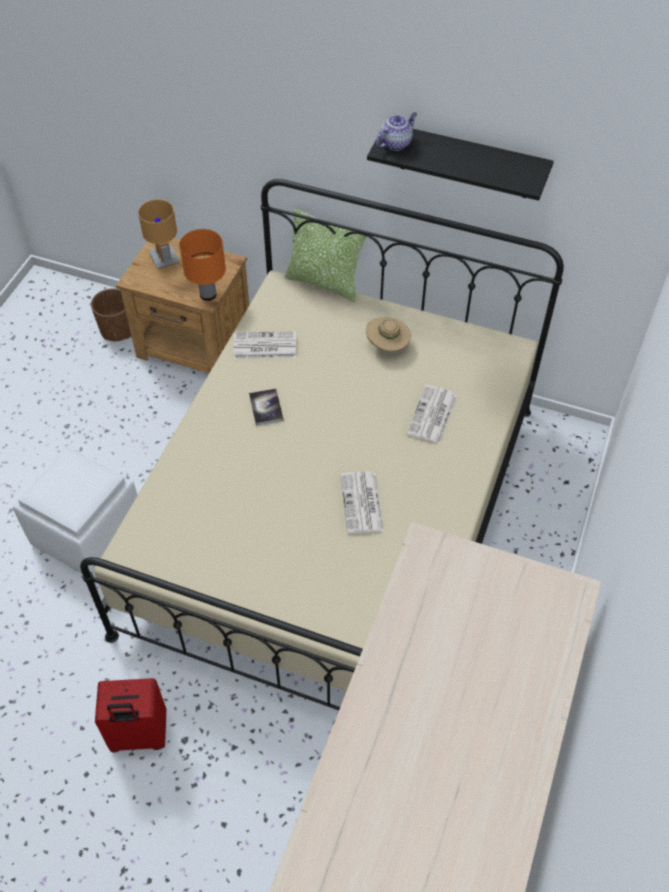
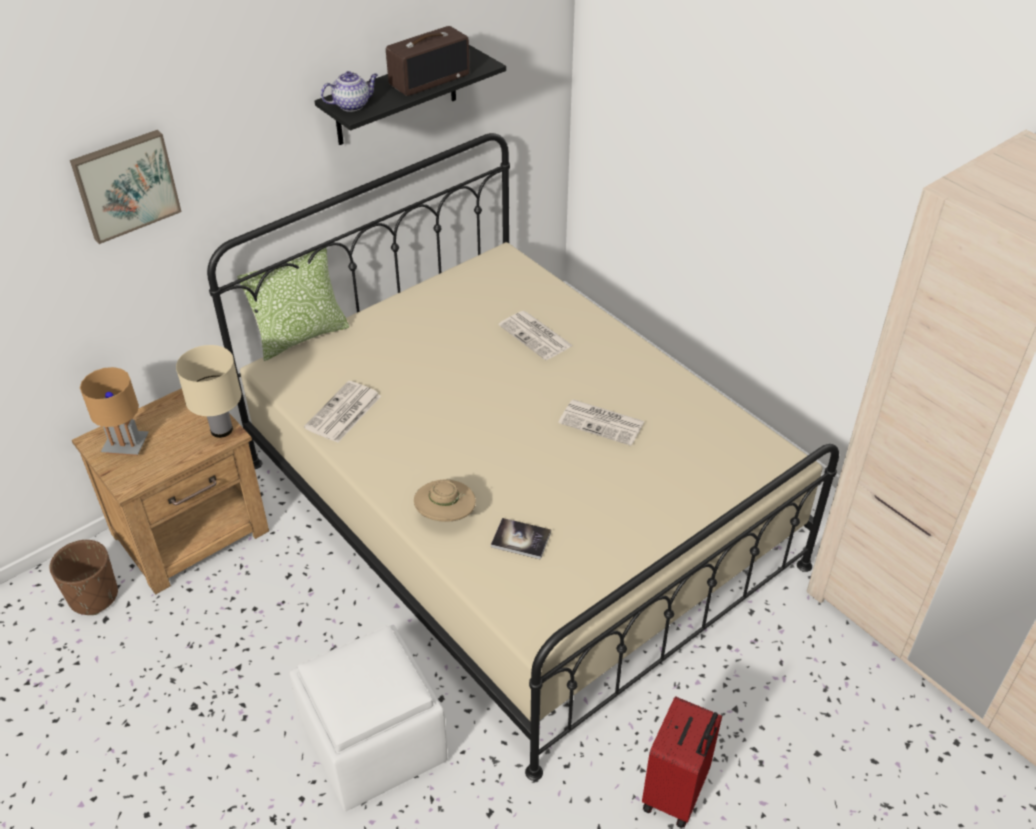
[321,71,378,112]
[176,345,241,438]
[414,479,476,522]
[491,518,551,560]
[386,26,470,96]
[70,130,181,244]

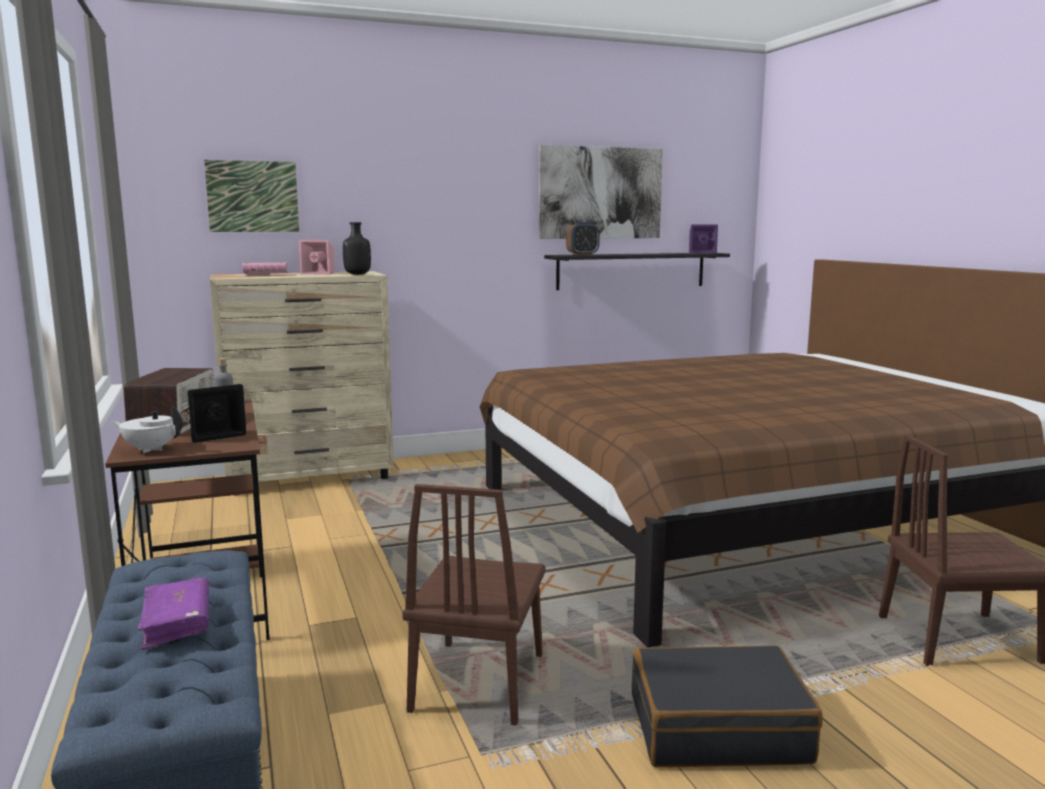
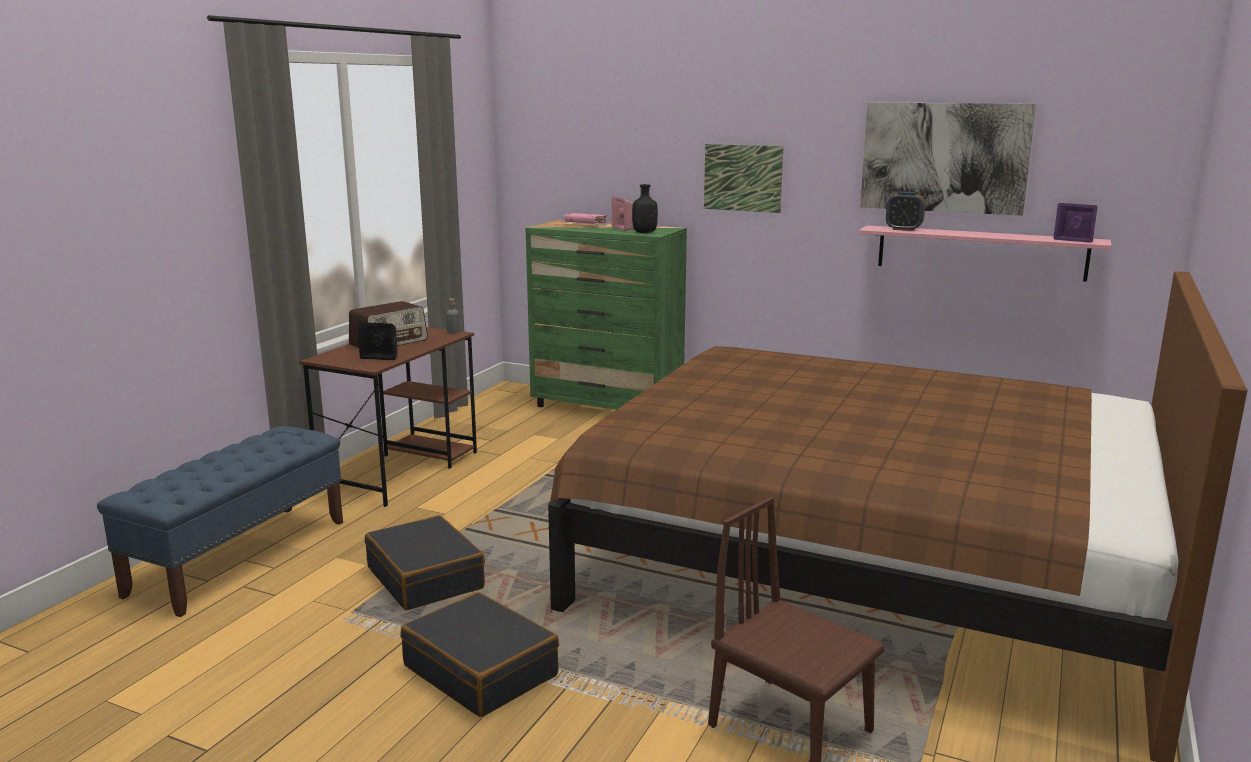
[704,144,784,213]
[859,225,1111,282]
[526,220,687,410]
[112,405,182,453] (first image)
[365,515,485,610]
[138,577,209,650] (first image)

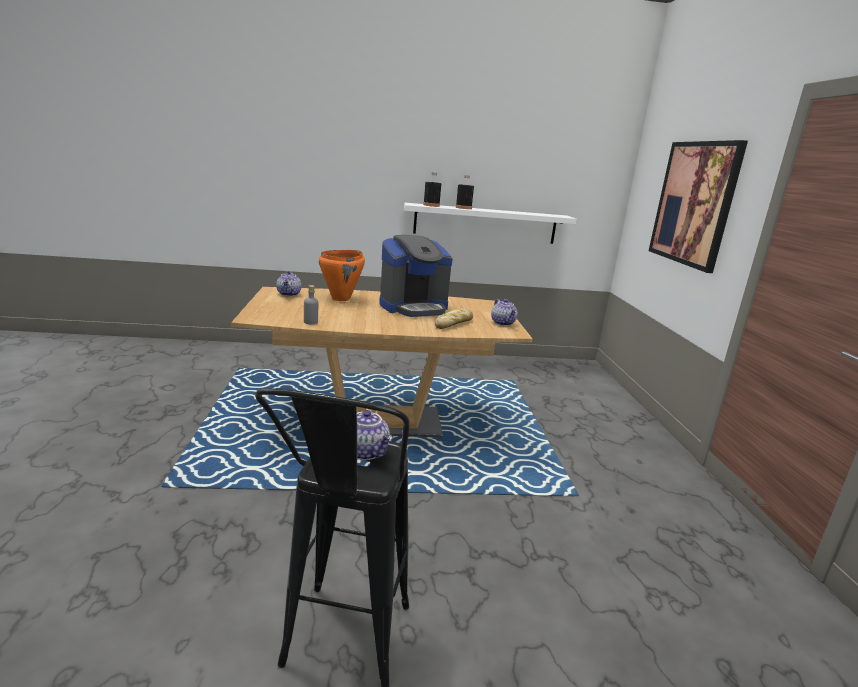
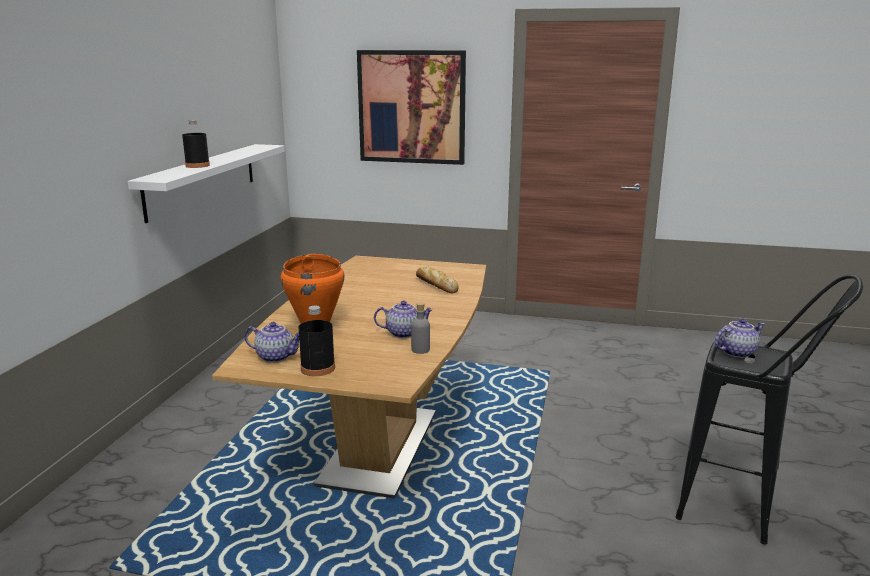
[298,306,335,376]
[379,235,453,317] (first image)
[374,301,433,338]

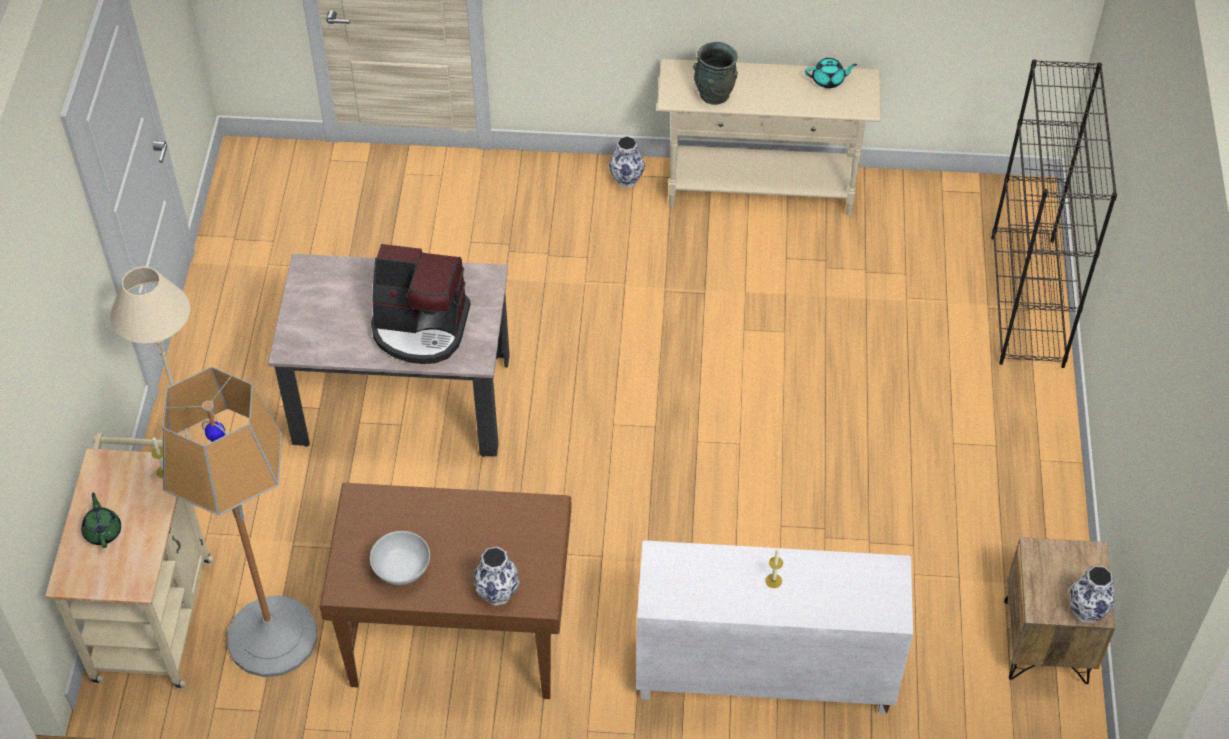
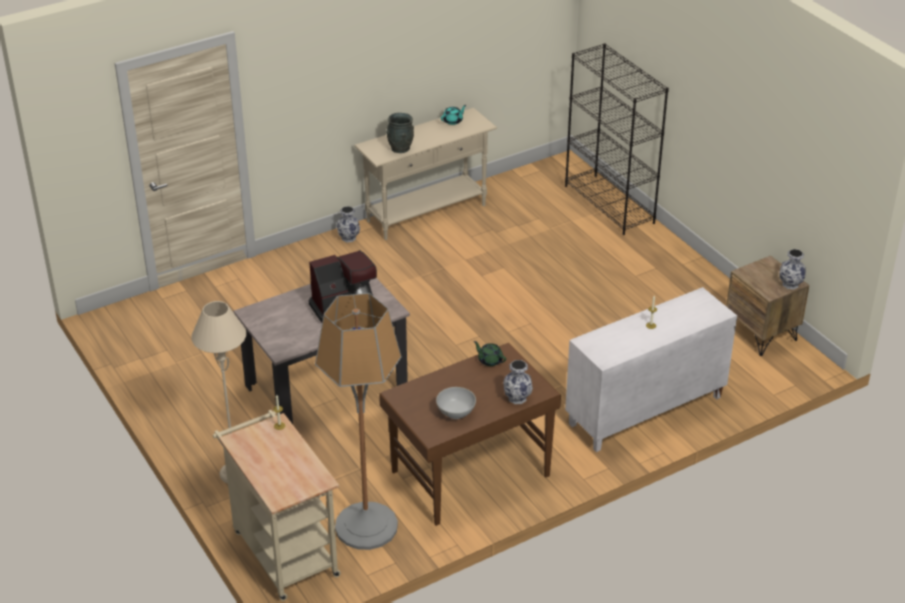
[473,341,506,366]

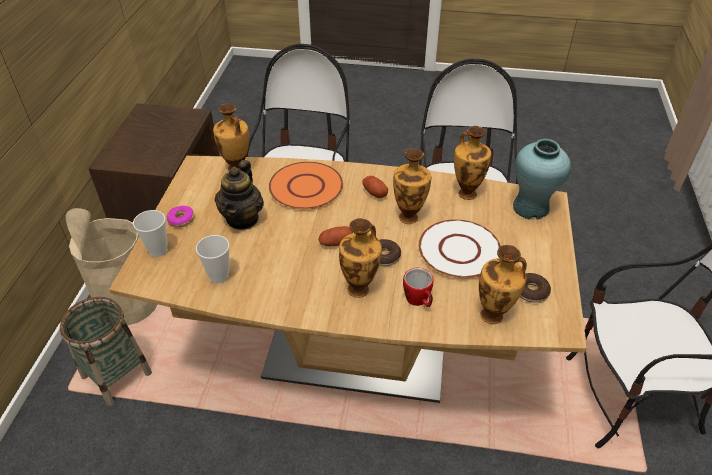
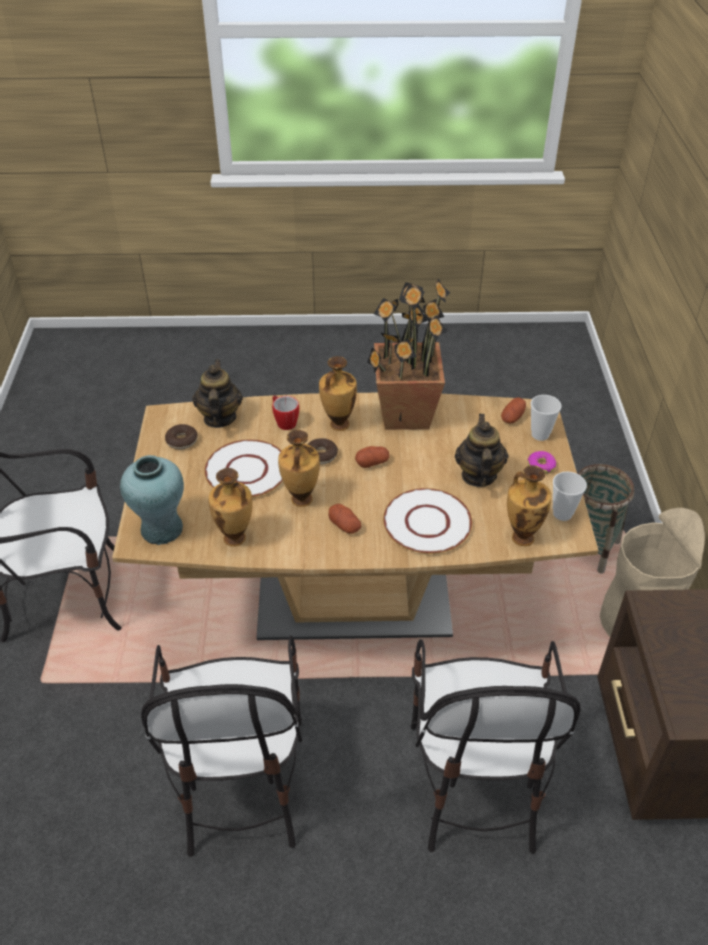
[383,488,472,554]
[553,472,587,521]
[192,360,243,428]
[367,278,450,430]
[501,397,526,424]

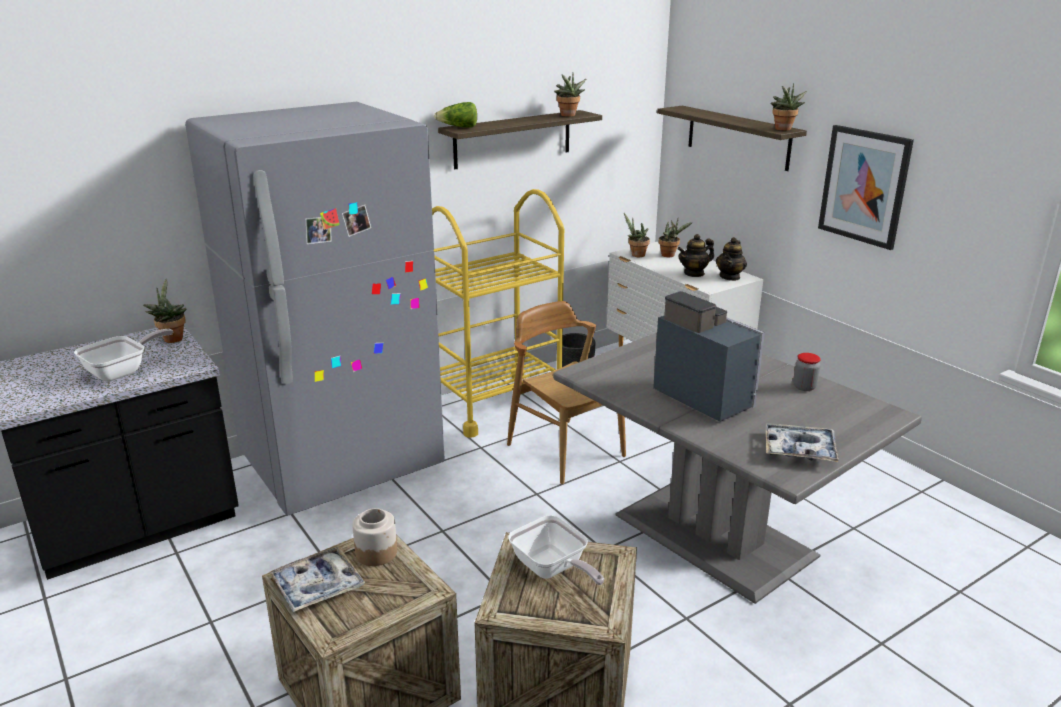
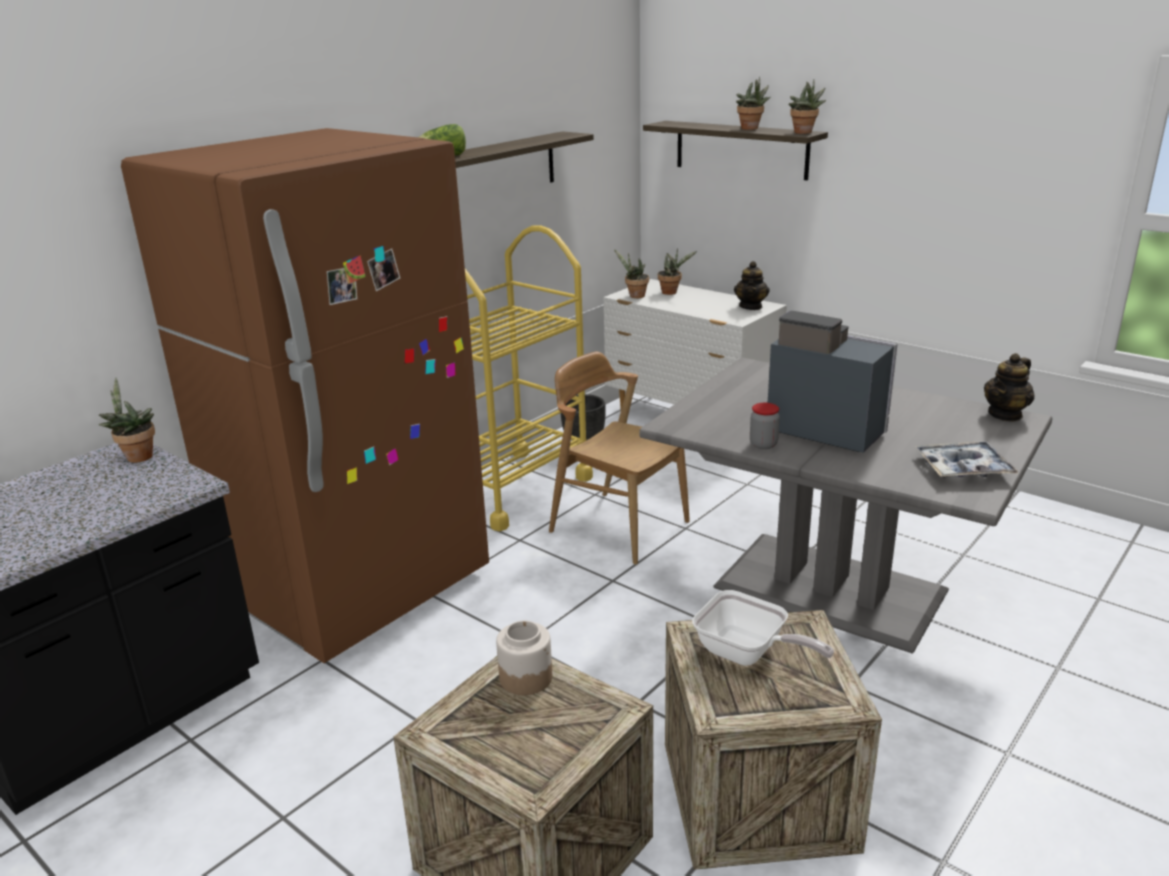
[736,77,771,130]
[121,128,489,663]
[818,125,914,250] (first image)
[984,353,1035,422]
[74,329,173,382] (first image)
[750,403,780,449]
[270,546,365,612] (first image)

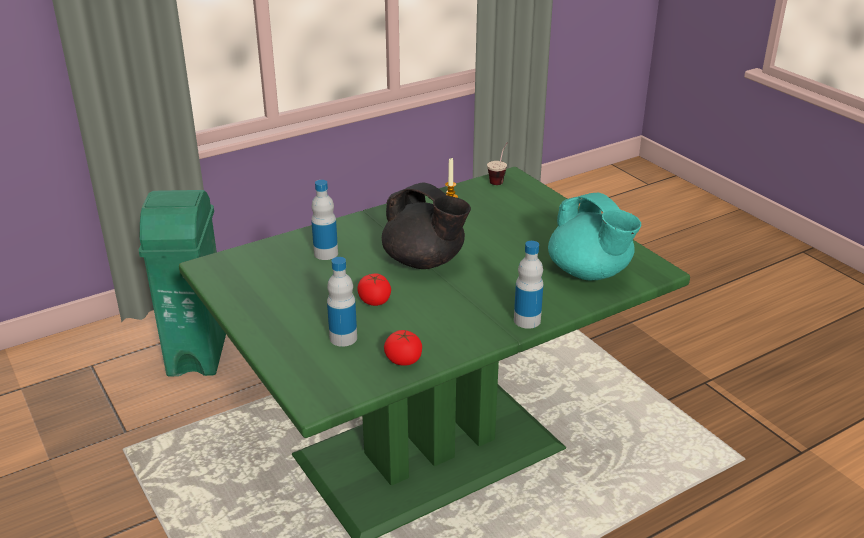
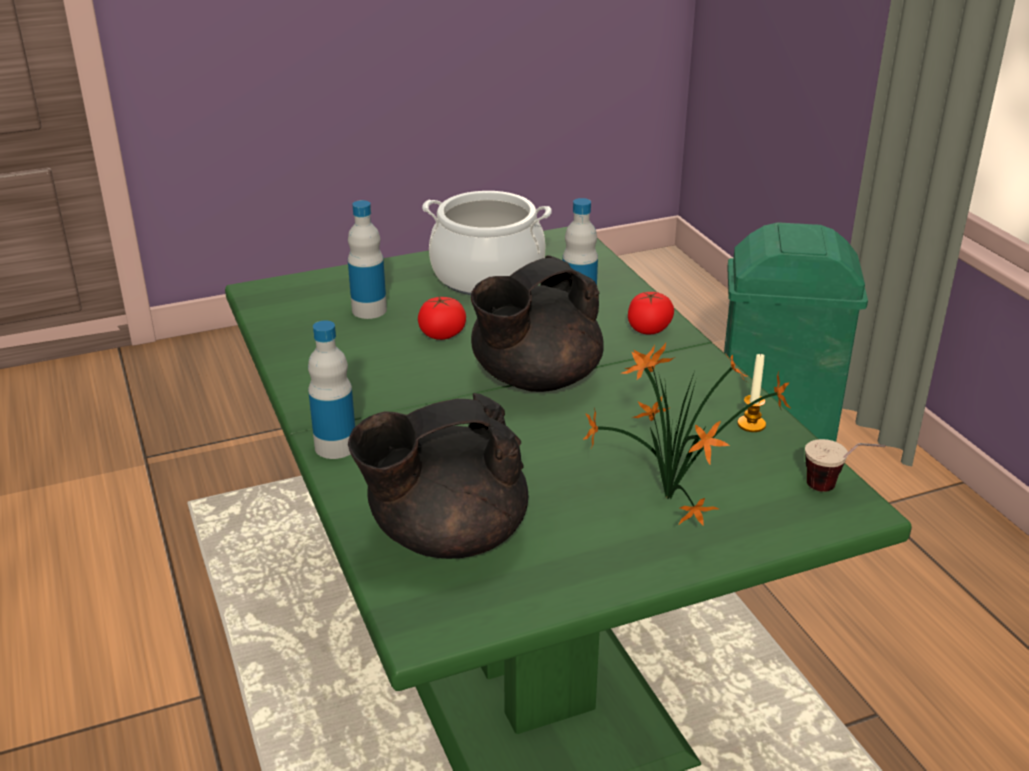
[348,393,528,559]
[628,292,674,335]
[422,191,552,295]
[583,343,790,526]

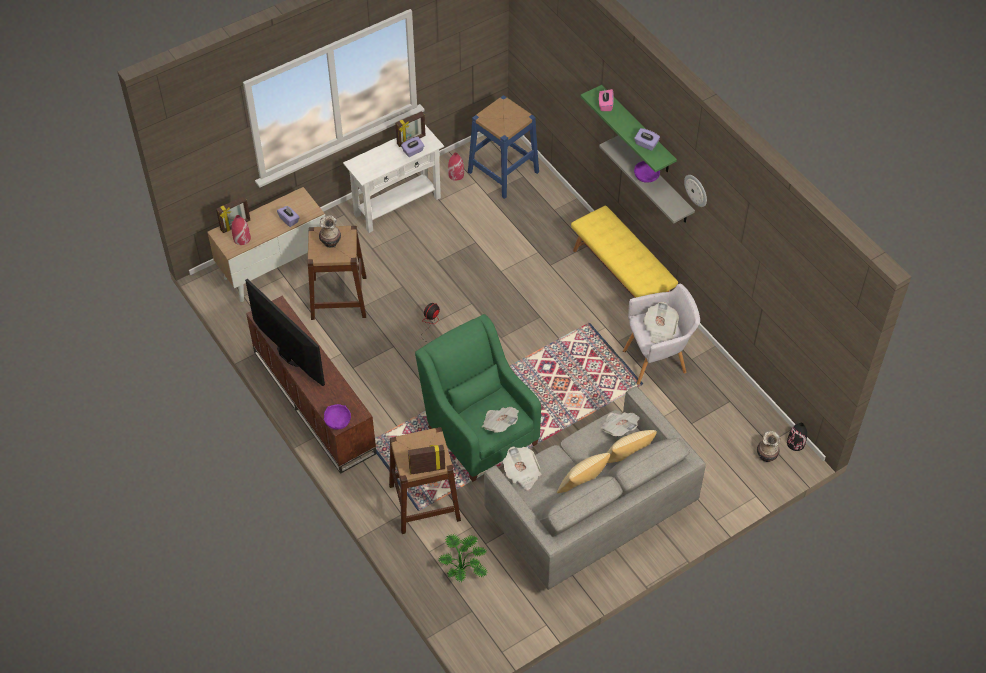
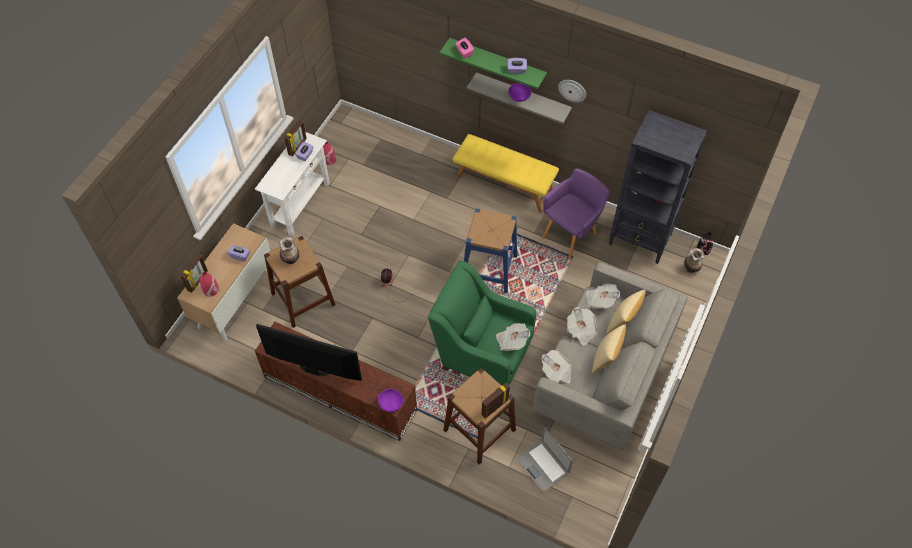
[464,209,517,293]
[542,169,610,259]
[567,307,598,345]
[516,427,573,492]
[609,110,707,264]

